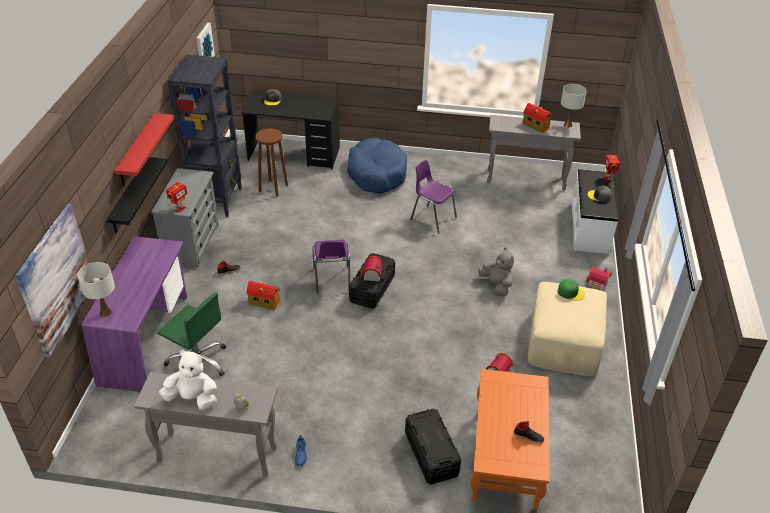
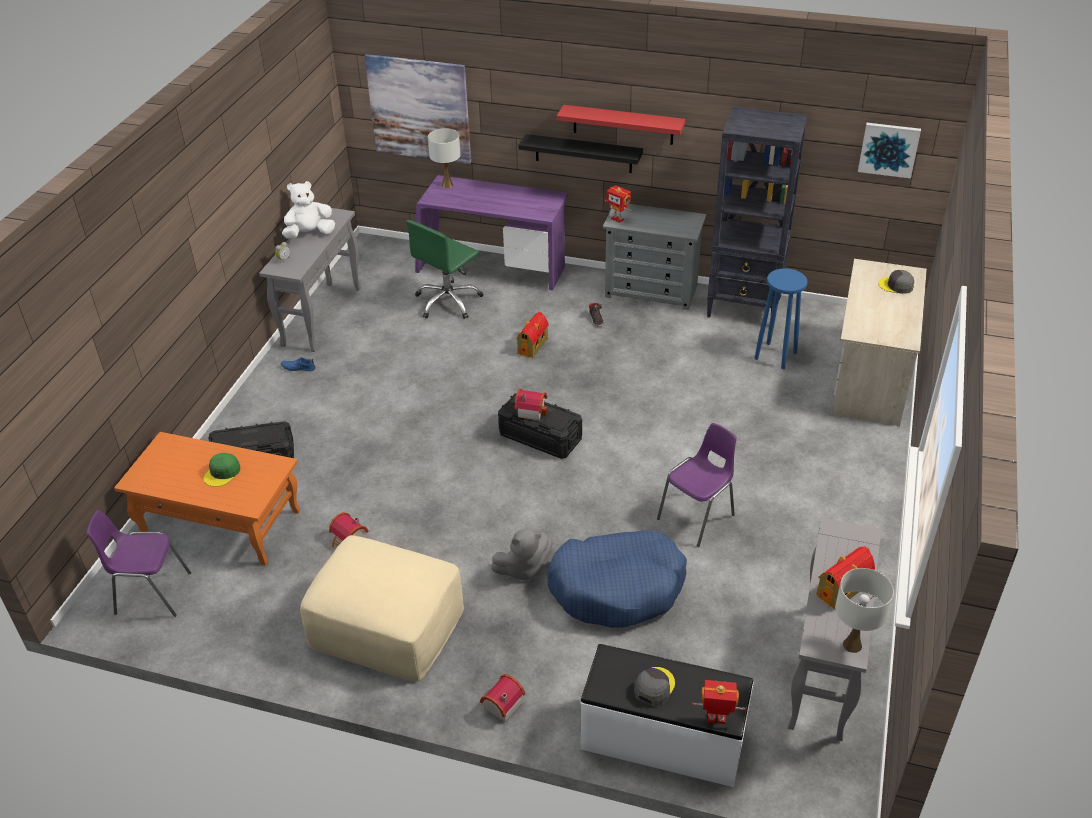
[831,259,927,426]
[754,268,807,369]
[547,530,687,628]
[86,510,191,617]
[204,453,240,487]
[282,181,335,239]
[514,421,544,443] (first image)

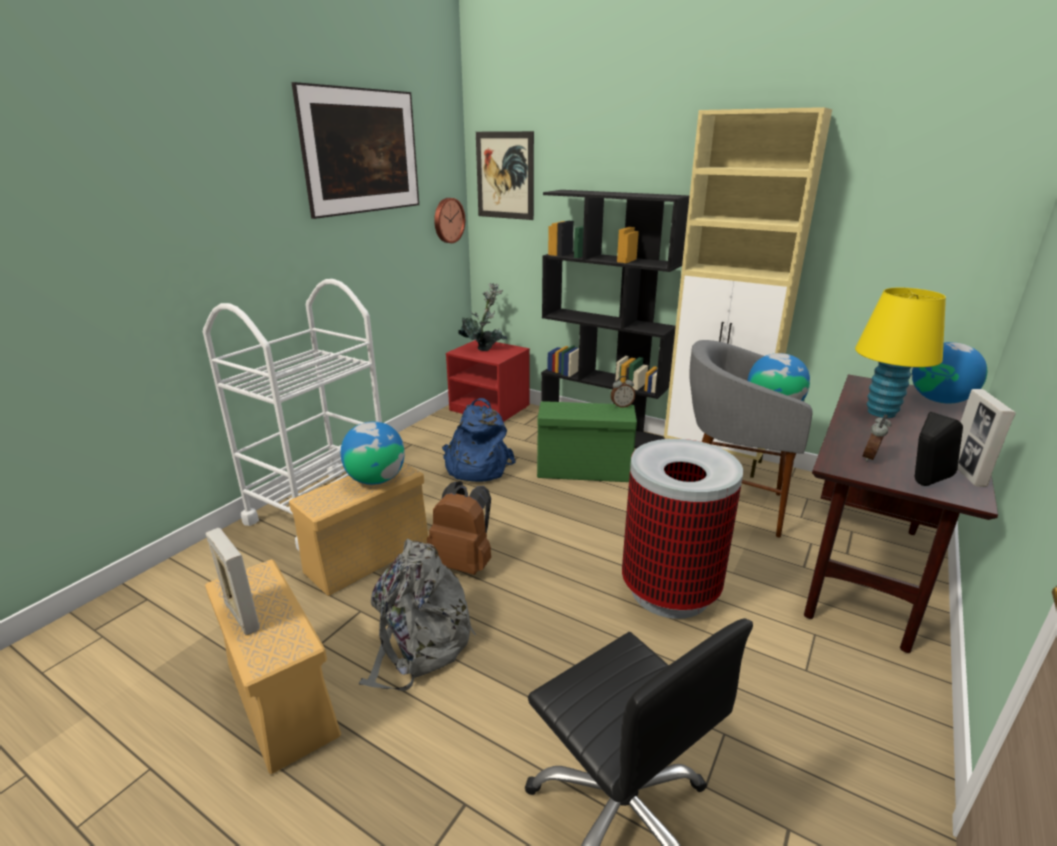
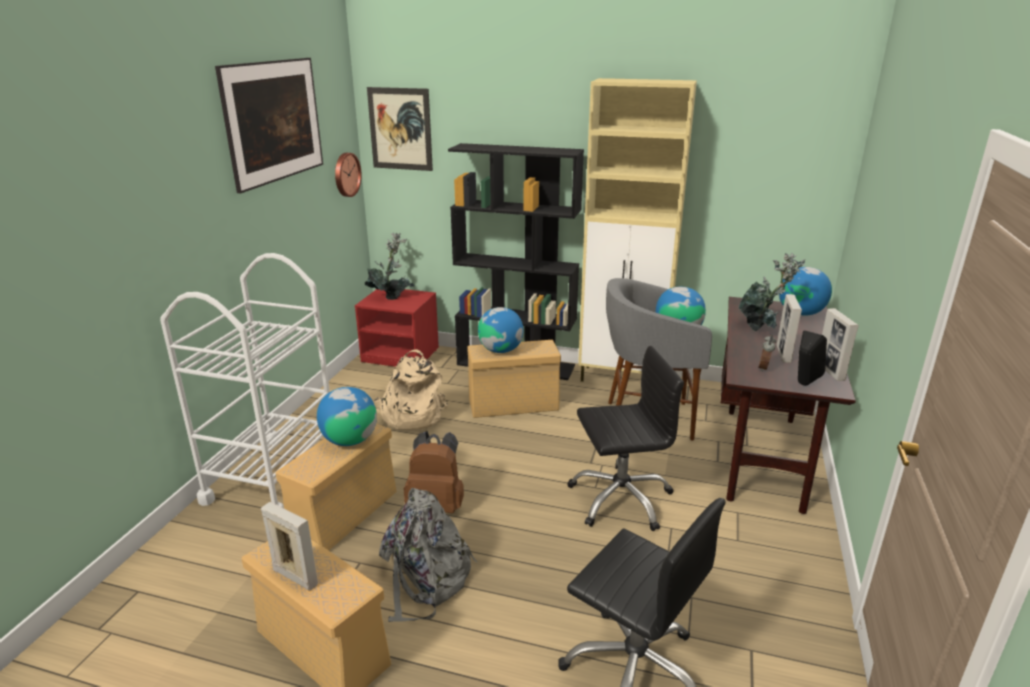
[739,253,806,331]
[611,376,635,408] (first image)
[374,349,448,430]
[467,340,561,418]
[567,346,684,531]
[777,294,802,363]
[478,307,523,353]

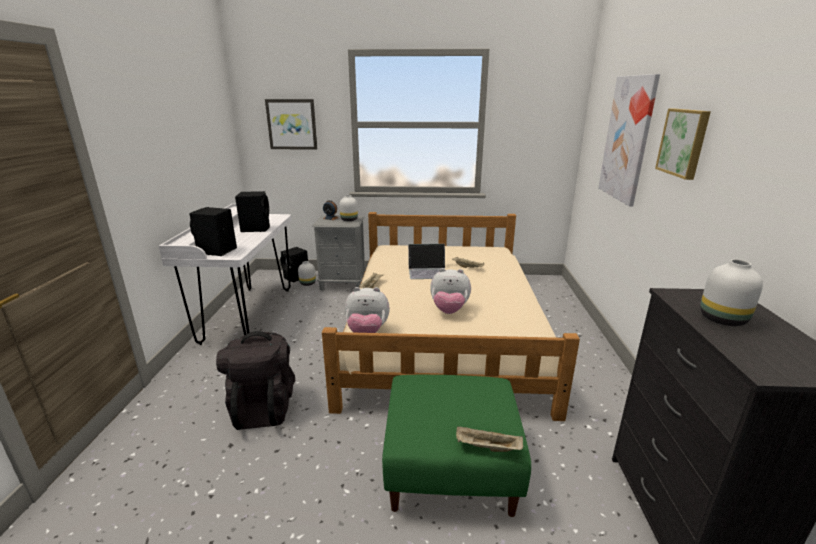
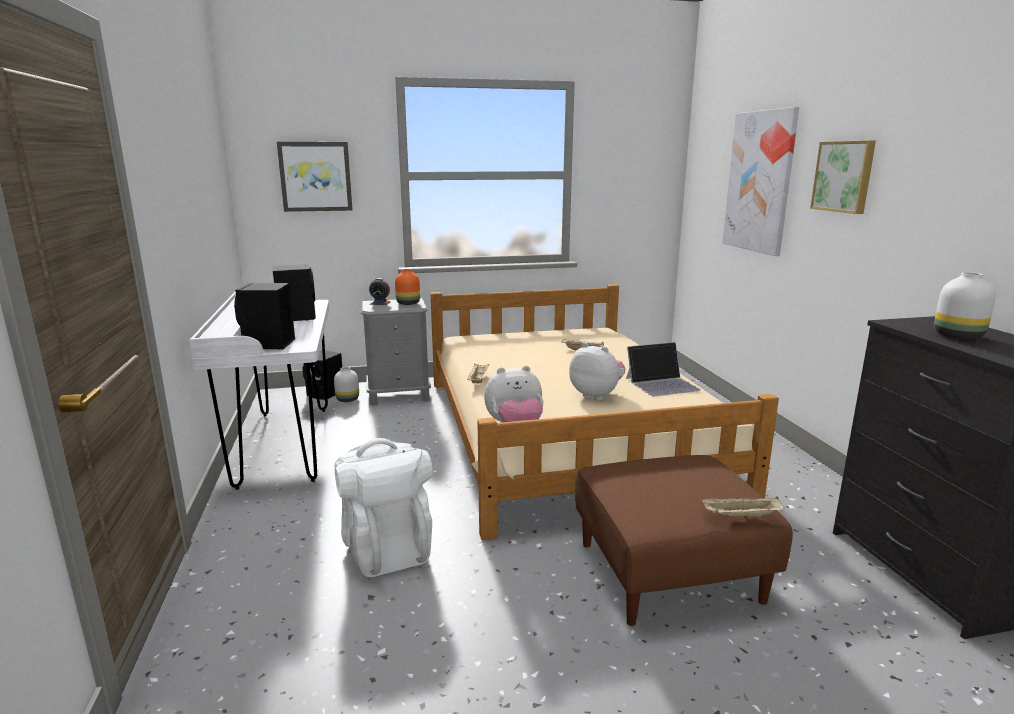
[395,269,420,305]
[626,342,700,396]
[569,342,625,401]
[334,438,433,577]
[575,455,793,626]

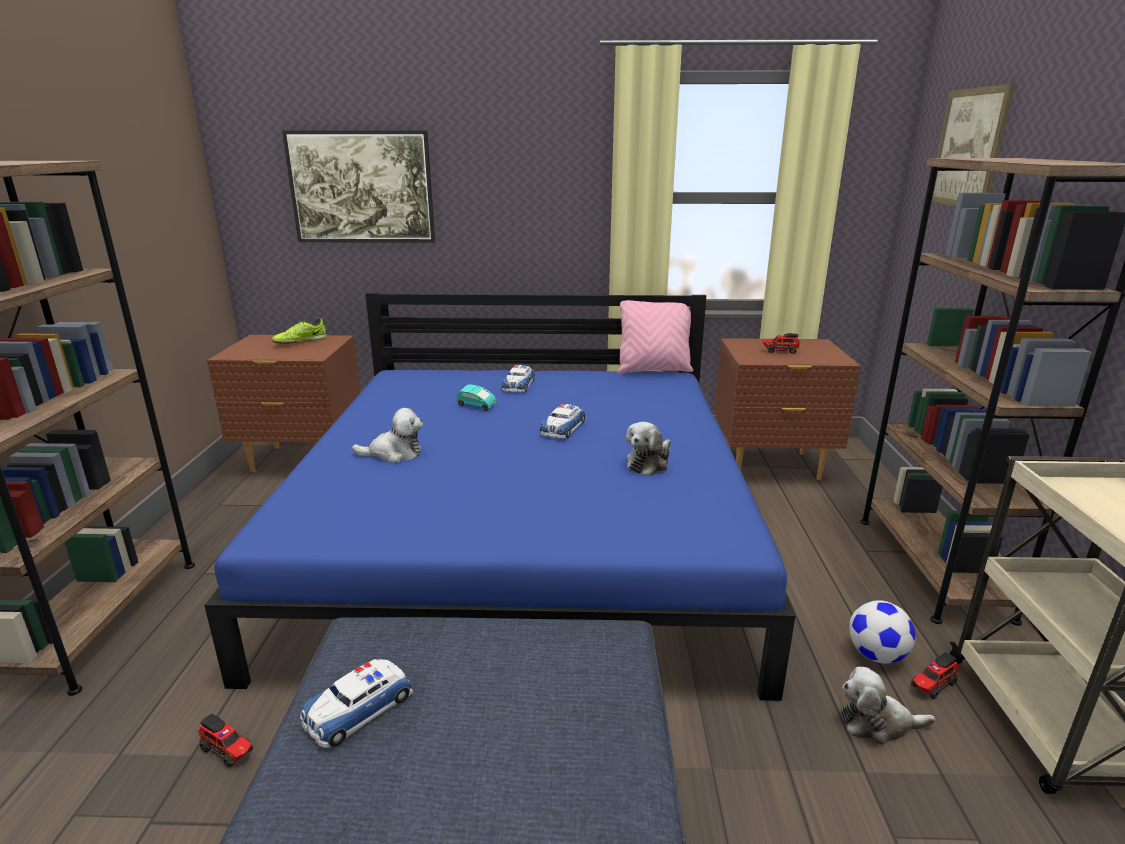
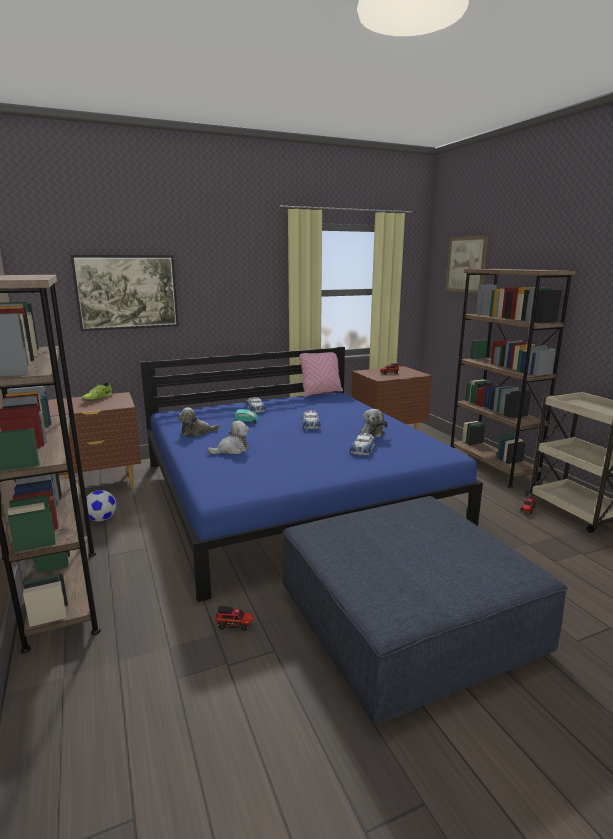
[86,490,116,521]
[350,433,376,455]
[178,407,220,436]

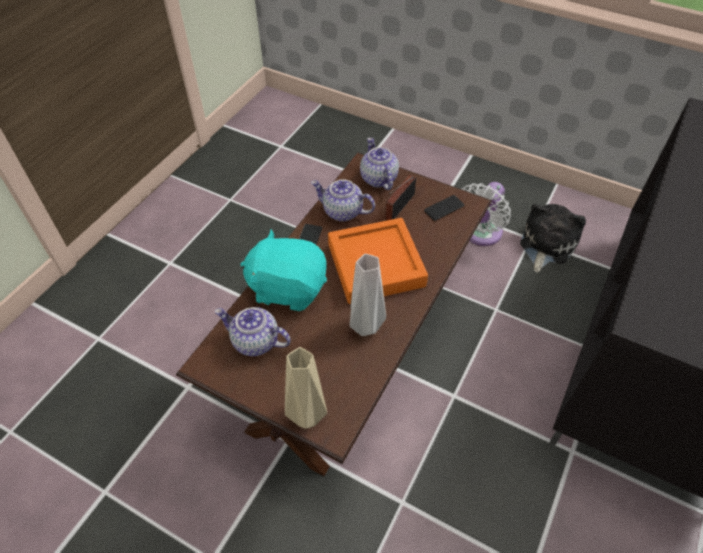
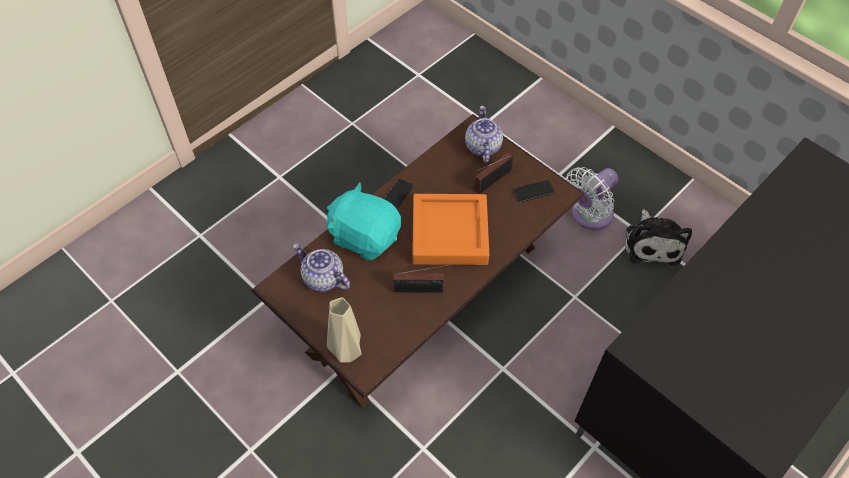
[311,179,375,222] (first image)
[625,209,692,265]
[393,265,450,293]

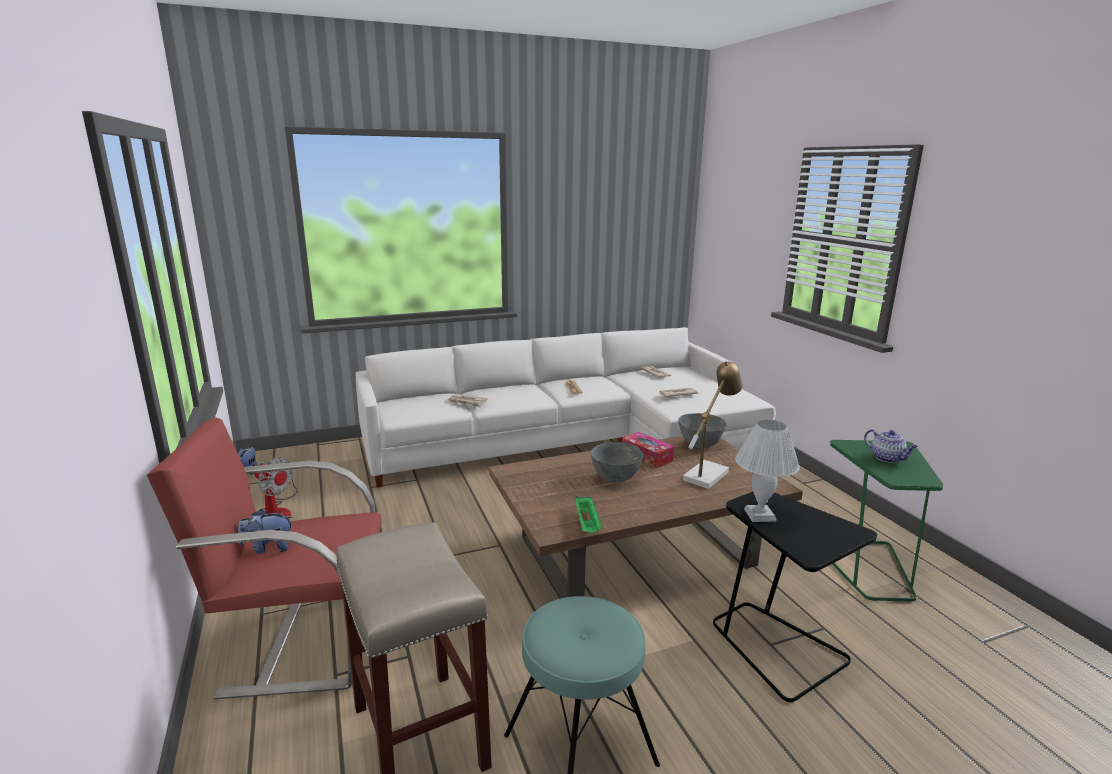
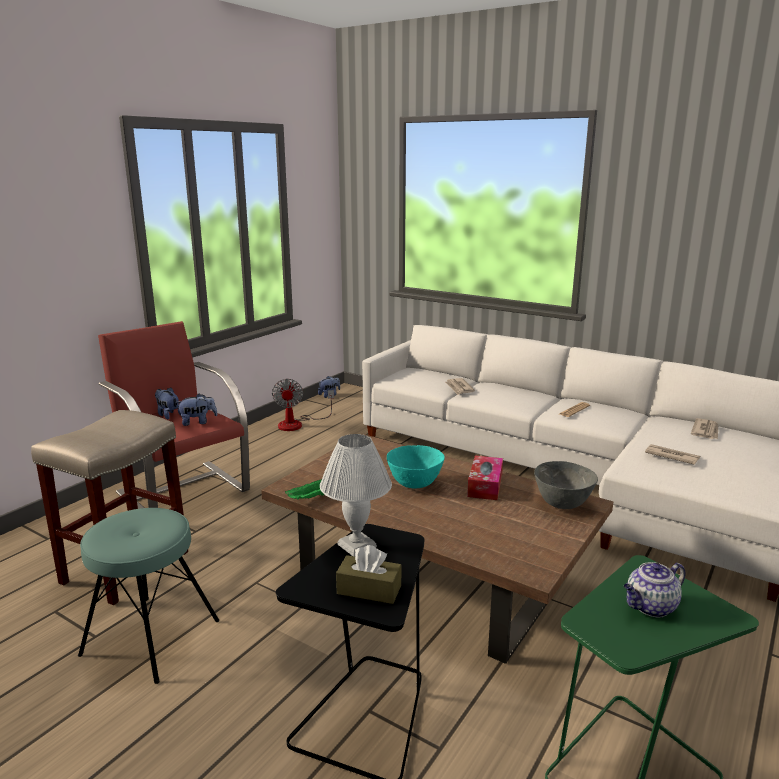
[683,361,743,489] (first image)
[624,562,685,618]
[387,445,445,489]
[175,393,218,426]
[336,545,401,604]

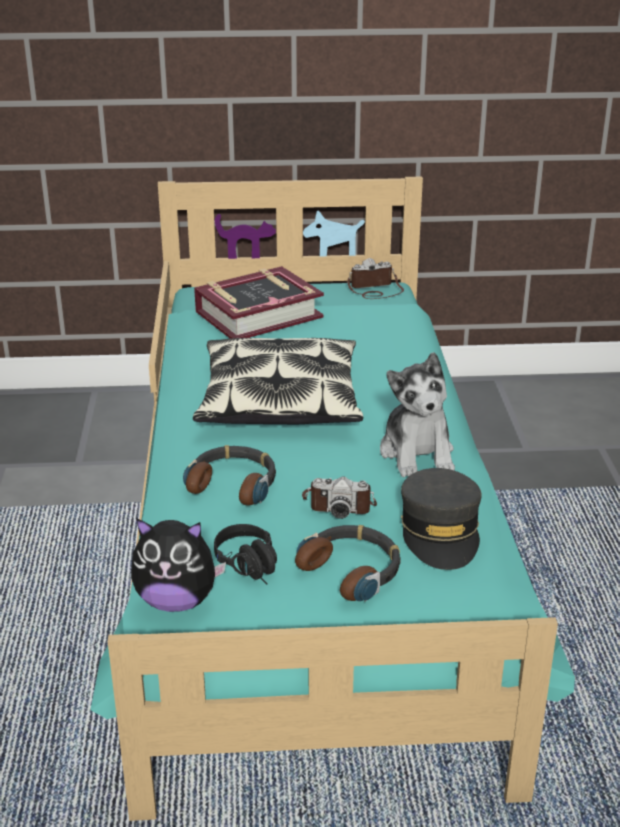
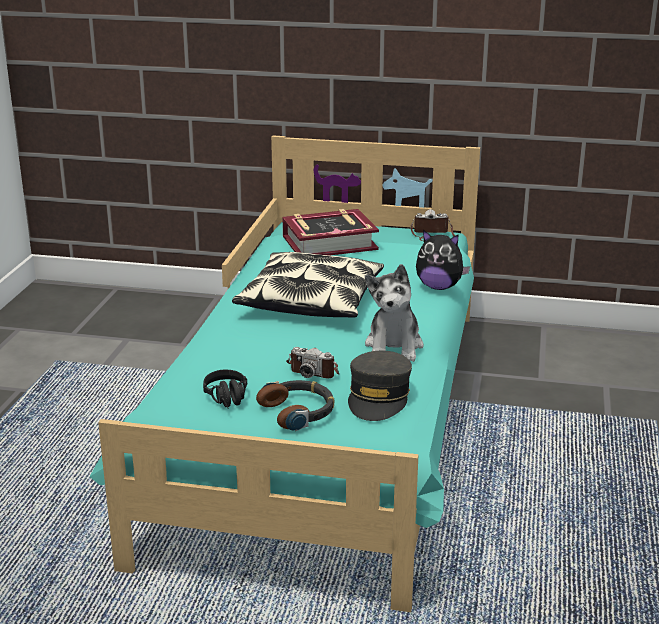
[183,445,276,506] (first image)
[416,230,470,290]

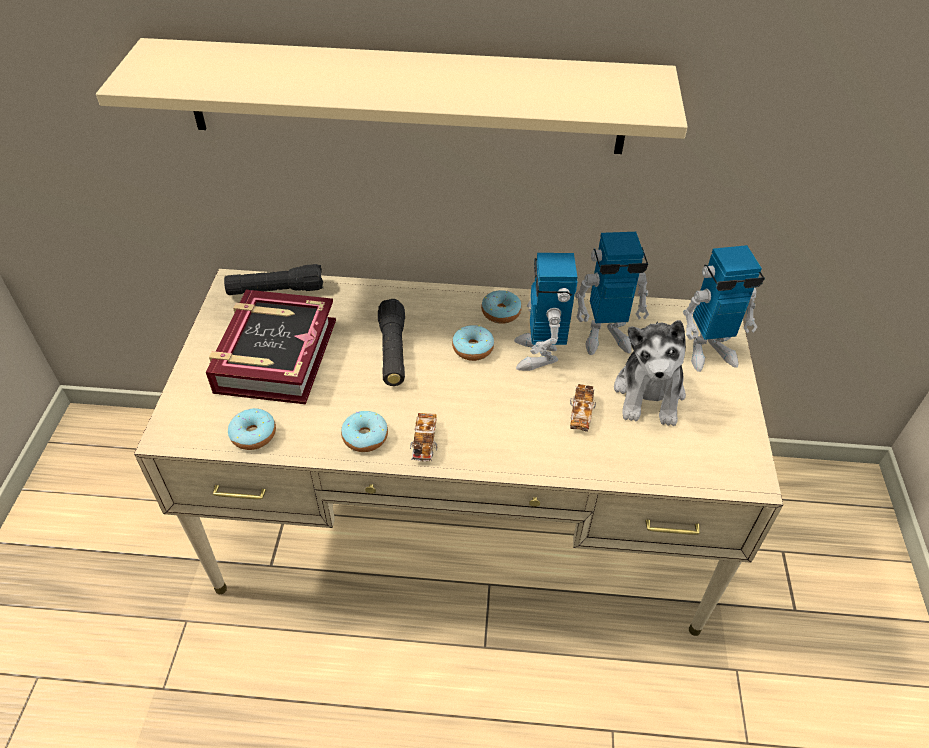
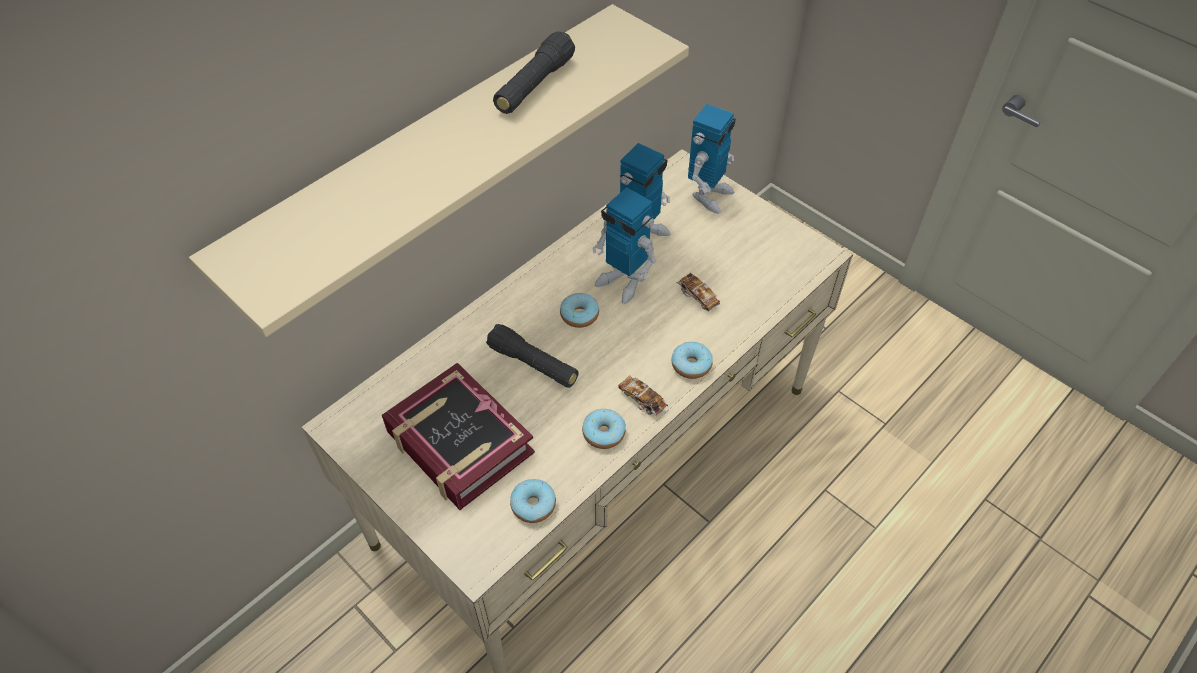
[493,31,575,114]
[672,342,713,379]
[614,320,686,426] (first image)

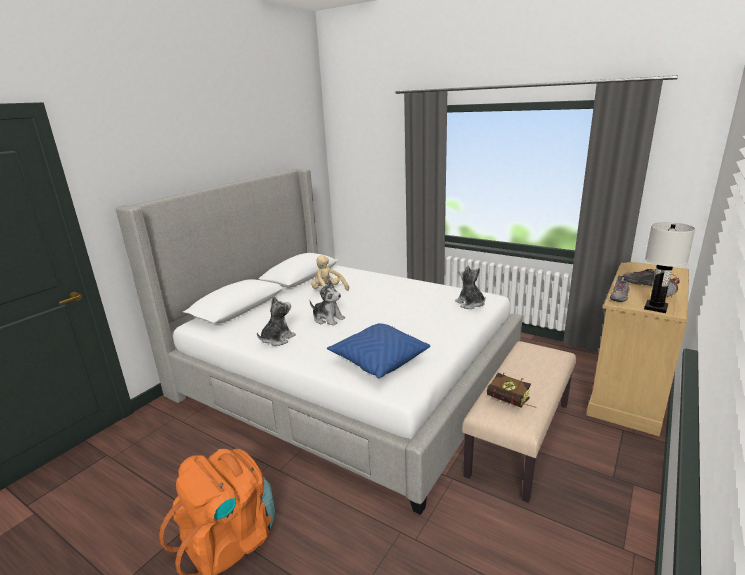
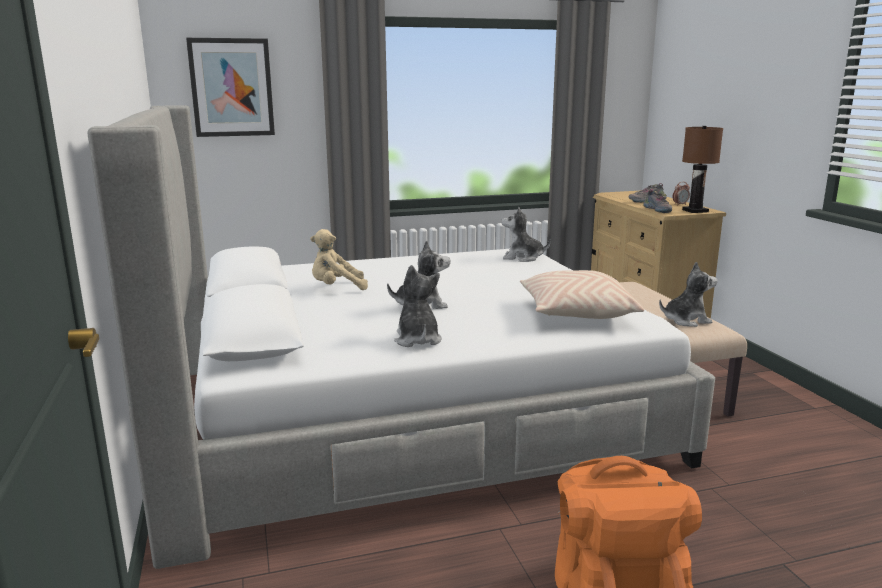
[682,126,723,213]
[520,270,644,319]
[659,262,717,327]
[186,38,275,137]

